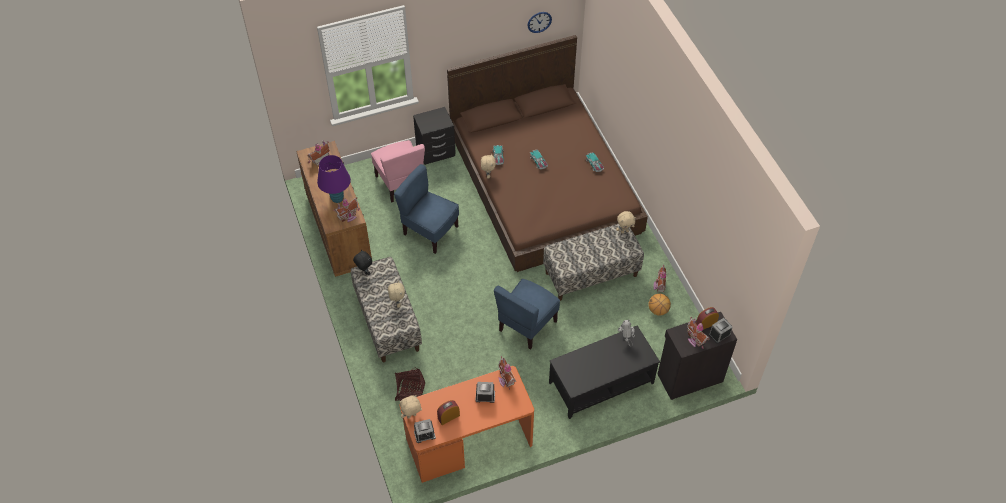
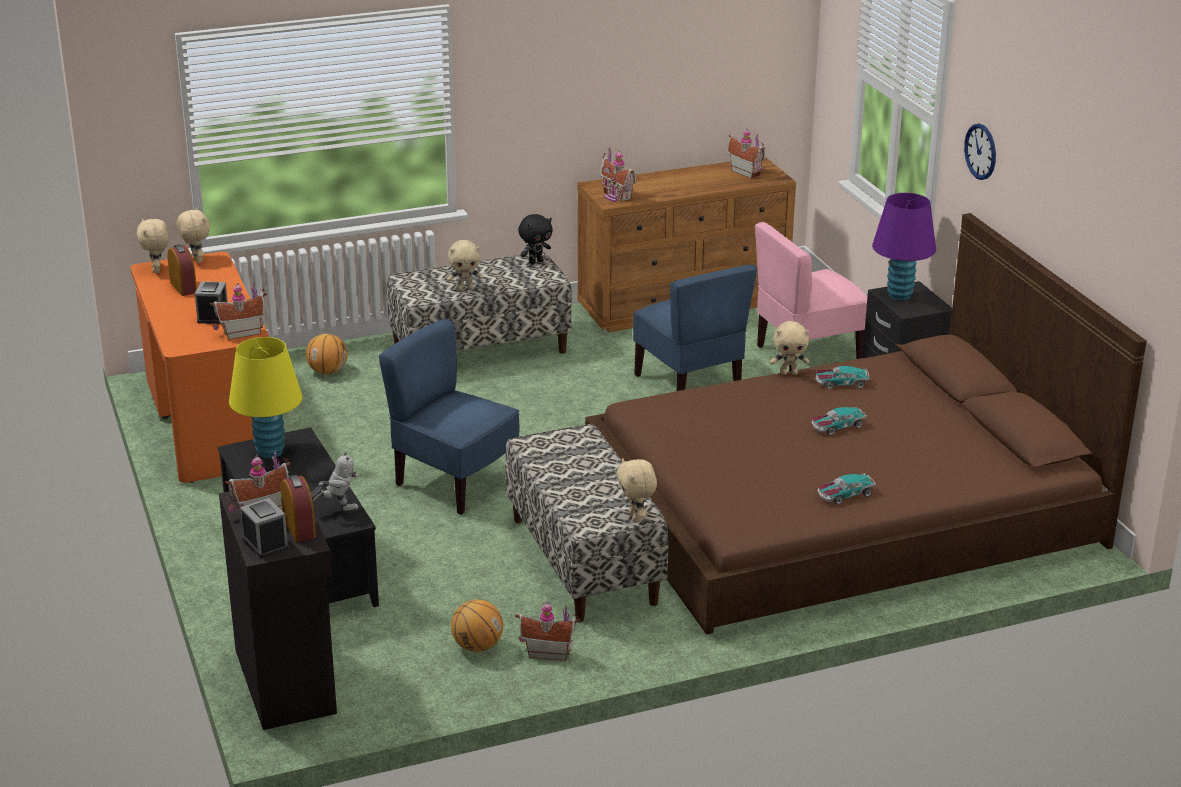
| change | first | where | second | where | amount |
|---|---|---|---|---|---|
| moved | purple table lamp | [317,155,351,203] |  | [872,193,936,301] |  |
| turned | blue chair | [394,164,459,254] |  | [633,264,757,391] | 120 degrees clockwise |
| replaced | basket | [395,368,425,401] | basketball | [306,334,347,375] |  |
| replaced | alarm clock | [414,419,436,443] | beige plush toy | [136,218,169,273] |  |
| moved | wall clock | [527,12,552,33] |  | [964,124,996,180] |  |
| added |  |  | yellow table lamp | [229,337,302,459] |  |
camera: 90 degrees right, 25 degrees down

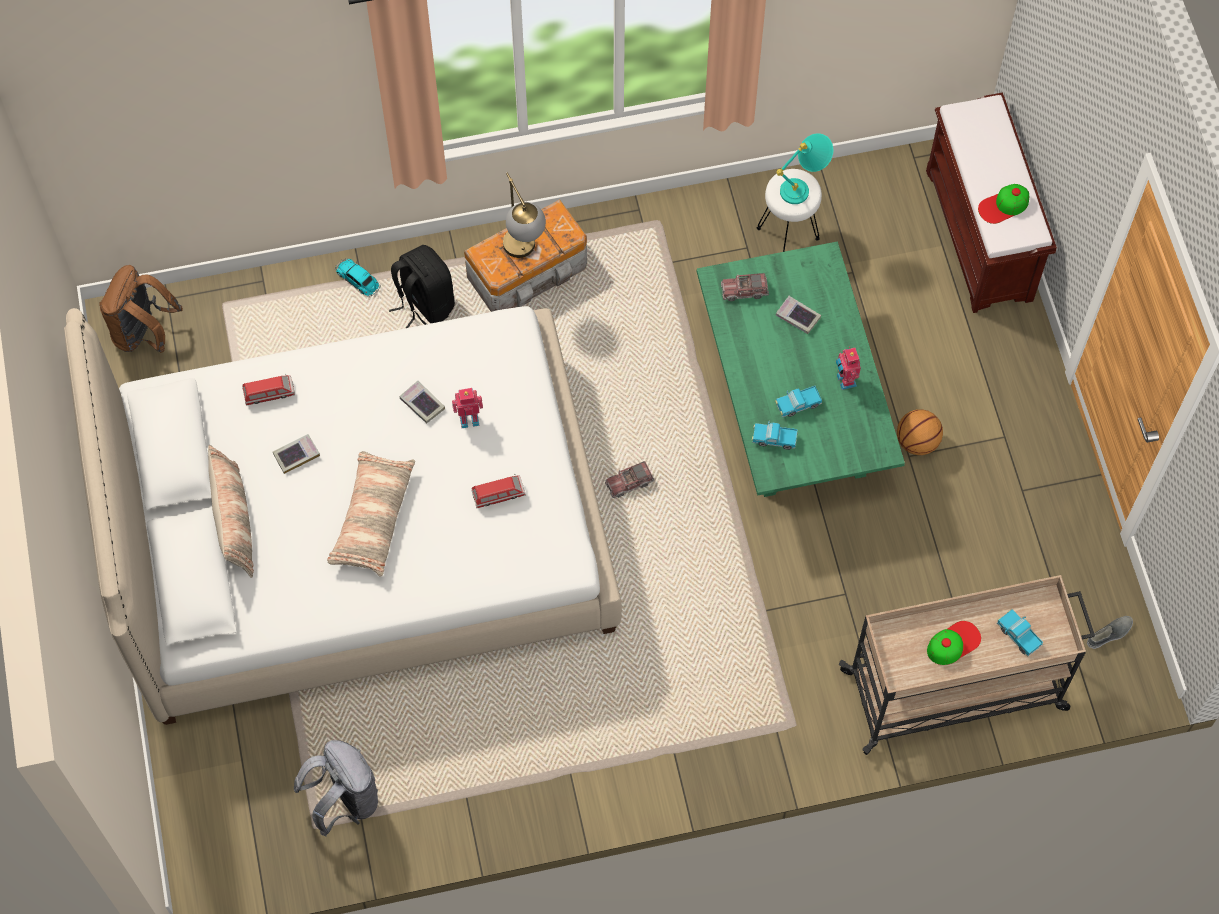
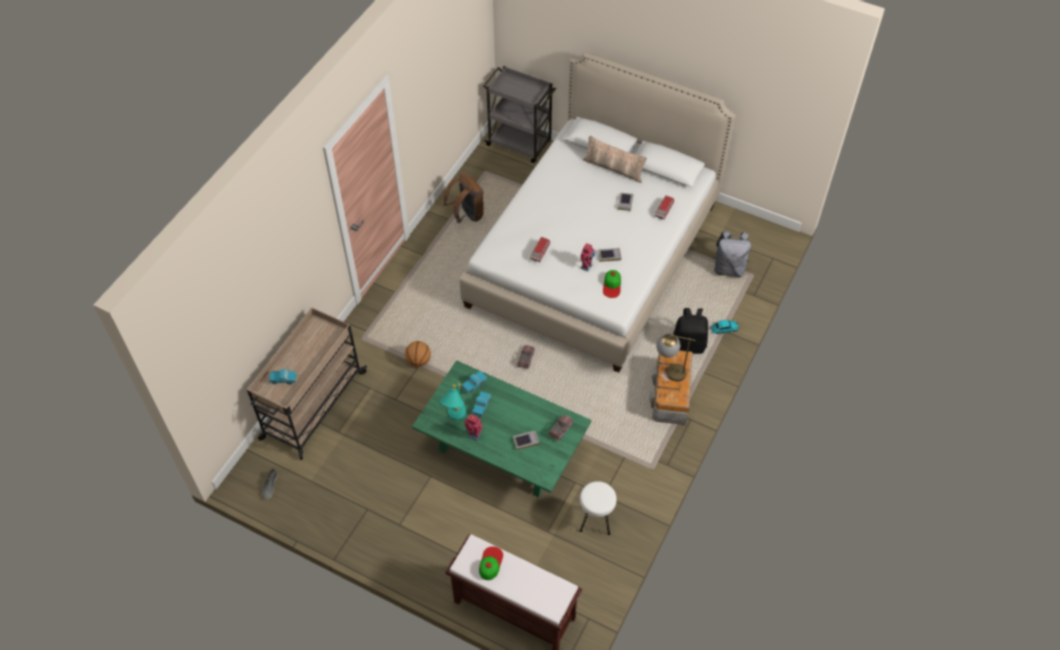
| change | first | where | second | where | amount |
|---|---|---|---|---|---|
| moved | brown backpack | [99,265,183,353] |  | [444,174,484,223] |  |
| moved | grey backpack | [294,740,378,836] |  | [713,231,751,277] |  |
| removed | pillow | [327,451,415,577] |  |  |  |
| moved | turquoise table lamp | [776,133,833,204] |  | [440,383,466,420] |  |
| moved | basketball | [897,409,943,455] |  | [405,341,431,367] |  |
| moved | cap | [927,621,981,665] |  | [603,270,621,298] |  |
| added |  |  | grey cart | [483,66,556,163] |  |
camera: 130 degrees right, 10 degrees down

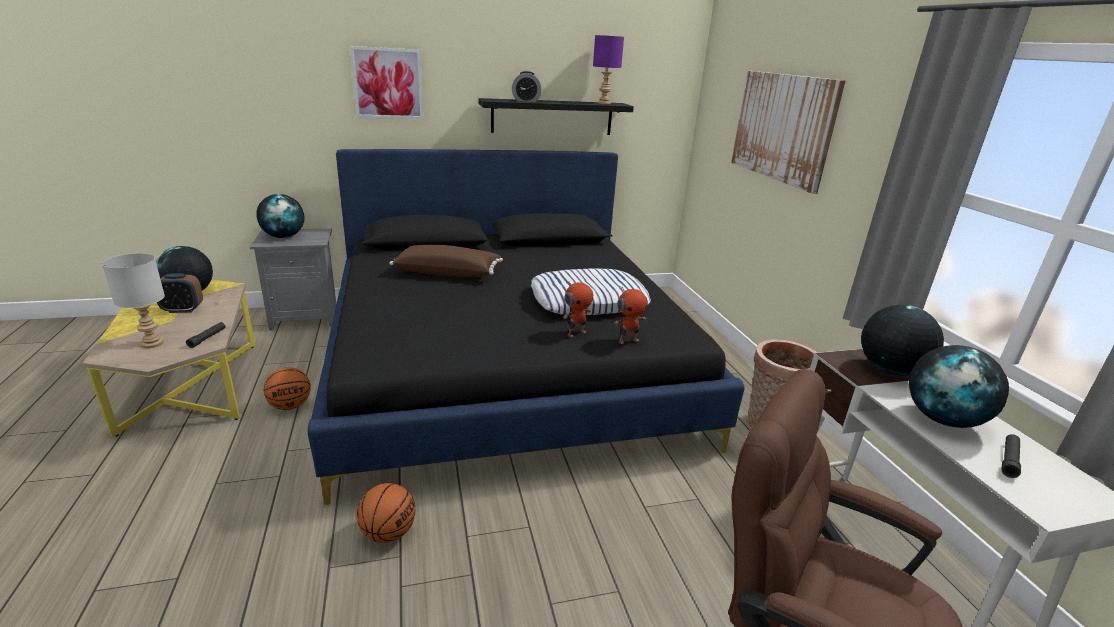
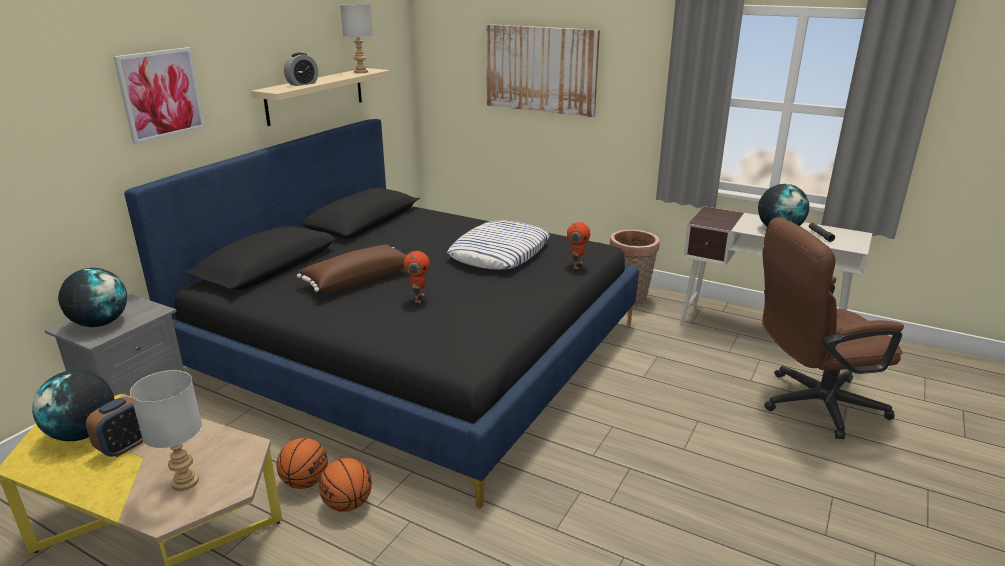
| change | first | where | second | where | amount |
|---|---|---|---|---|---|
| removed | black flashlight | [186,322,225,348] |  |  |  |
| moved | basketball | [357,483,416,543] |  | [319,458,372,512] |  |
| recoloured | black shelf | [479,98,634,135] | beige shelf | [252,68,390,126] |  |
| moved | toy robot | [563,281,593,337] |  | [404,251,430,303] |  |
| recoloured | purple table lamp | [593,35,624,104] | grey table lamp | [340,4,373,73] |  |
| removed | globe | [861,305,944,376] |  |  |  |
camera: 45 degrees left, 0 degrees up

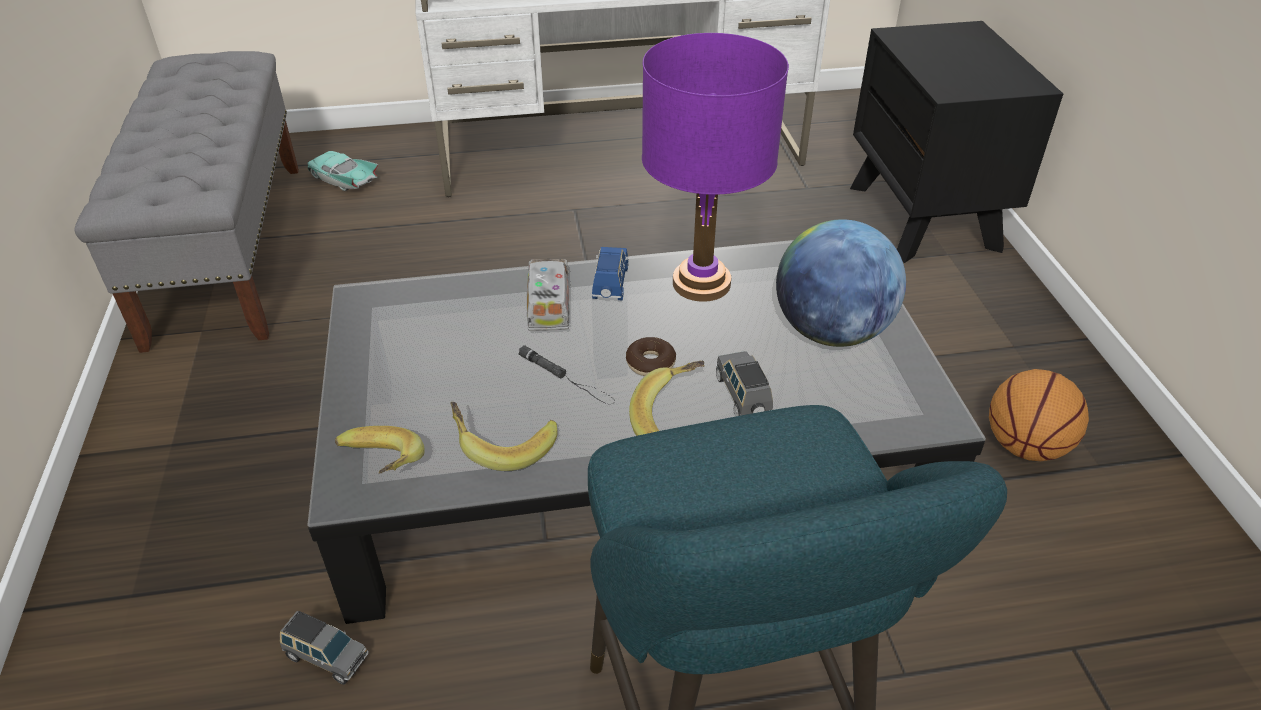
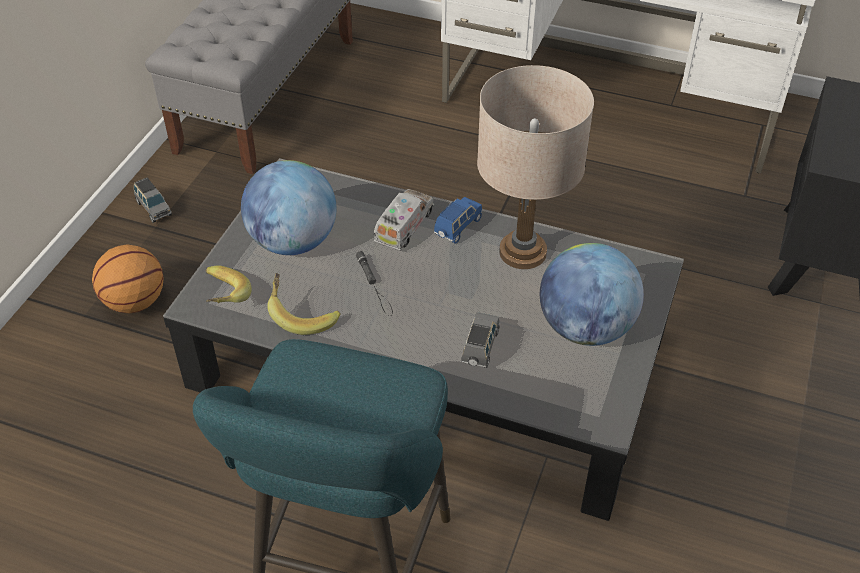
| change | first | where | second | where | amount |
|---|---|---|---|---|---|
| moved | grey toy car | [280,611,369,684] |  | [134,177,172,223] |  |
| removed | turquoise toy car | [307,151,378,191] |  |  |  |
| removed | donut | [626,337,676,376] |  |  |  |
| removed | banana | [629,361,705,436] |  |  |  |
| recoloured | purple table lamp | [642,33,789,302] | beige table lamp | [477,65,594,269] |  |
| moved | basketball | [989,369,1089,461] |  | [92,244,164,313] |  |
| added |  |  | globe | [241,160,337,255] |  |
camera: 30 degrees right, 5 degrees up

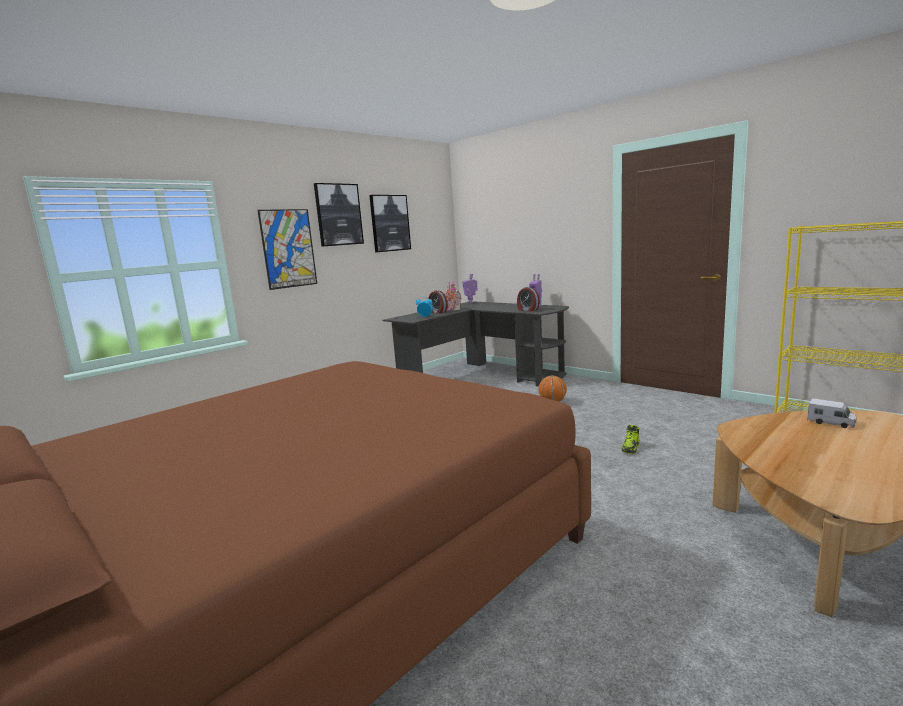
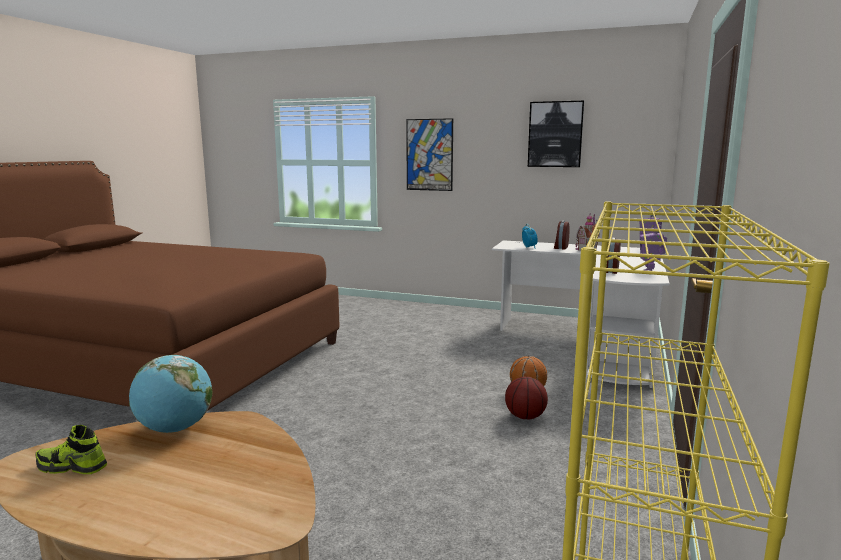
| change | first | where | second | where | amount |
|---|---|---|---|---|---|
| removed | picture | [314,183,364,247] |  |  |  |
| recoloured | black desk | [383,301,569,387] | white desk | [492,240,670,388] |  |
| moved | shoe | [622,424,639,454] |  | [35,425,107,474] |  |
| removed | toy truck | [807,398,857,428] |  |  |  |
| added |  |  | globe | [129,355,212,433] |  |
| added |  |  | basketball | [505,377,548,419] |  |
camera: 65 degrees right, 0 degrees up

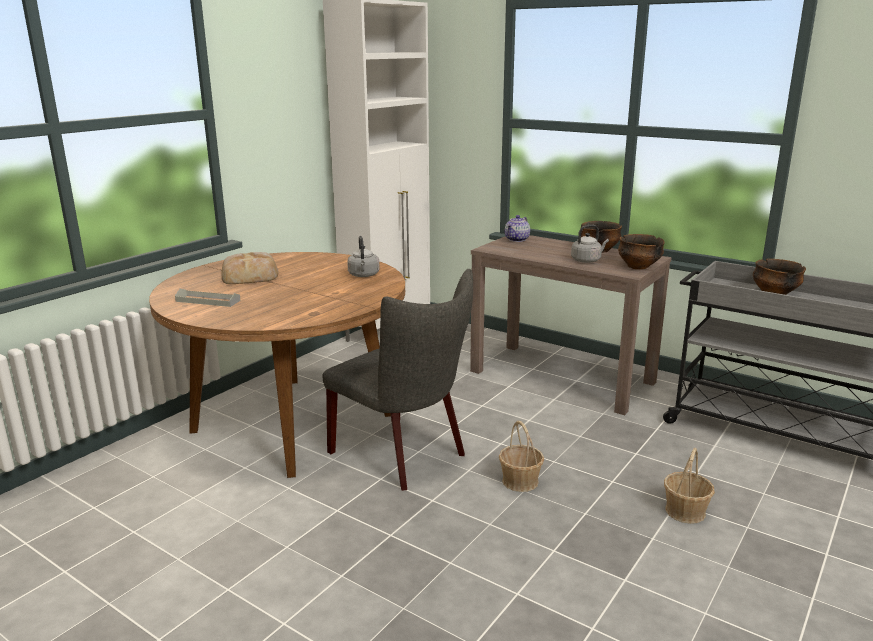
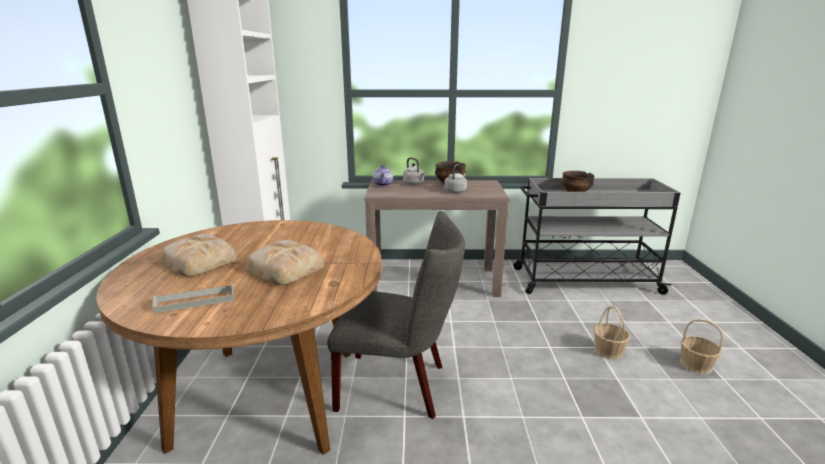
| change | first | where | second | where | amount |
|---|---|---|---|---|---|
| moved | grey kettle | [347,236,380,277] |  | [403,157,425,185] |  |
| moved | basket | [499,421,544,492] |  | [680,319,723,374] |  |
| removed | bowl | [618,234,665,269] |  |  |  |
| added |  |  | bread | [246,240,324,285] |  |
camera: 35 degrees left, 0 degrees up

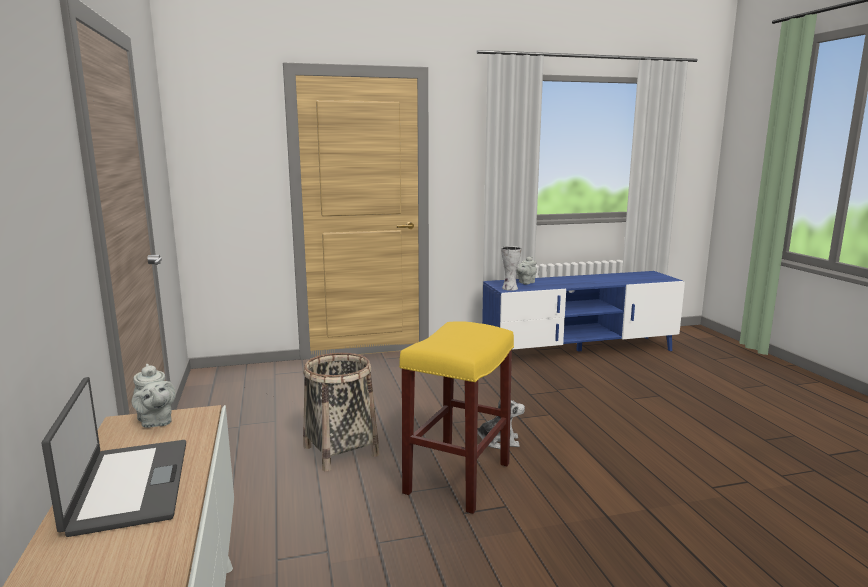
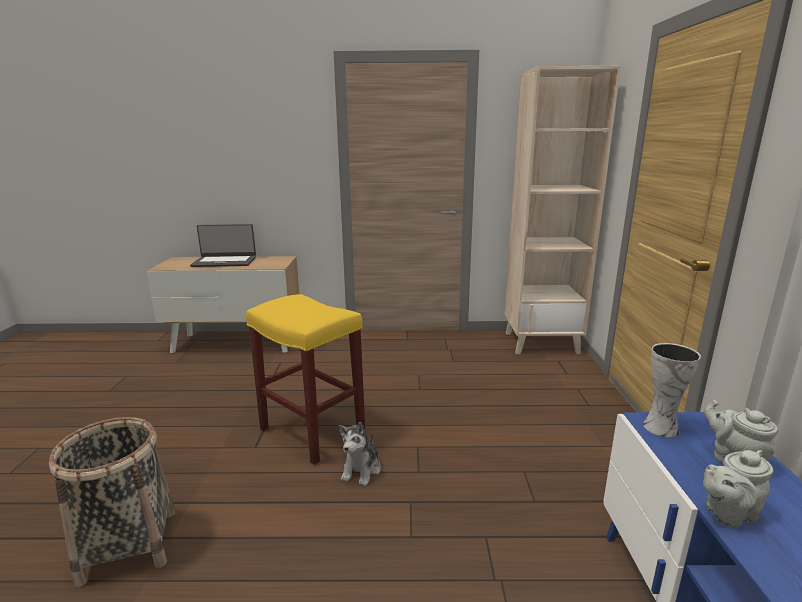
| change | first | where | second | where | amount |
|---|---|---|---|---|---|
| moved | grey teapot | [131,364,176,428] |  | [703,450,773,528] |  |
| moved | basket | [303,353,380,471] |  | [49,417,176,587] |  |
| added |  |  | beige bookcase | [505,66,621,354] |  |
camera: 105 degrees right, 5 degrees up

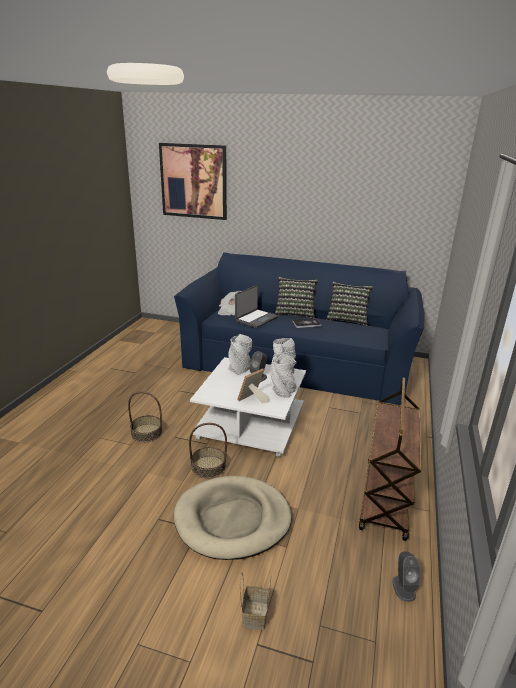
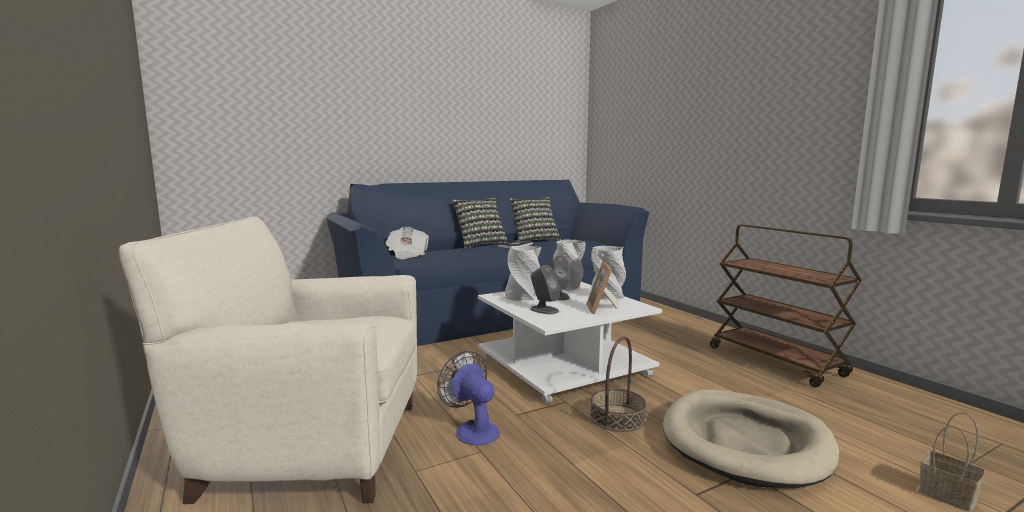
| change | first | where | second | where | amount |
|---|---|---|---|---|---|
| replaced | basket | [128,391,163,442] | fan | [437,351,500,446] |  |
| removed | picture | [159,143,227,220] |  |  |  |
| removed | laptop | [235,285,278,328] |  |  |  |
| moved | grey speaker | [392,551,420,602] |  | [530,265,560,314] |  |
| added |  |  | beige armchair | [119,216,417,504] |  |
camera: 45 degrees left, 15 degrees down

